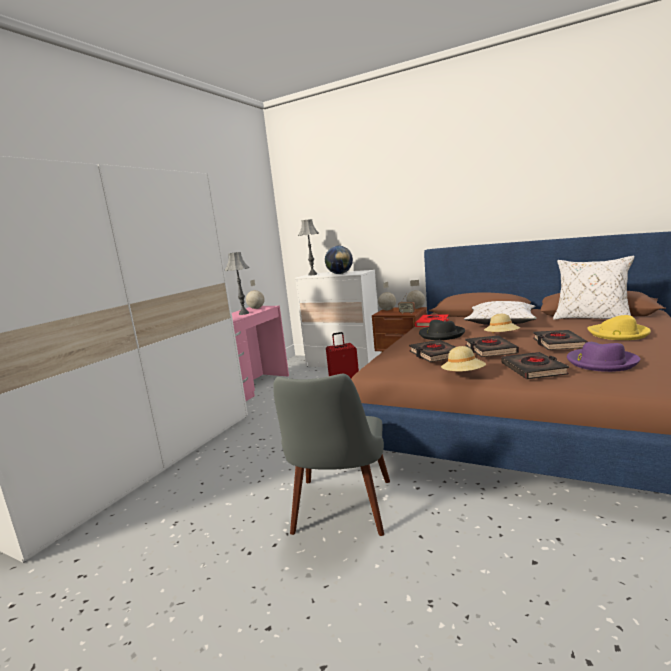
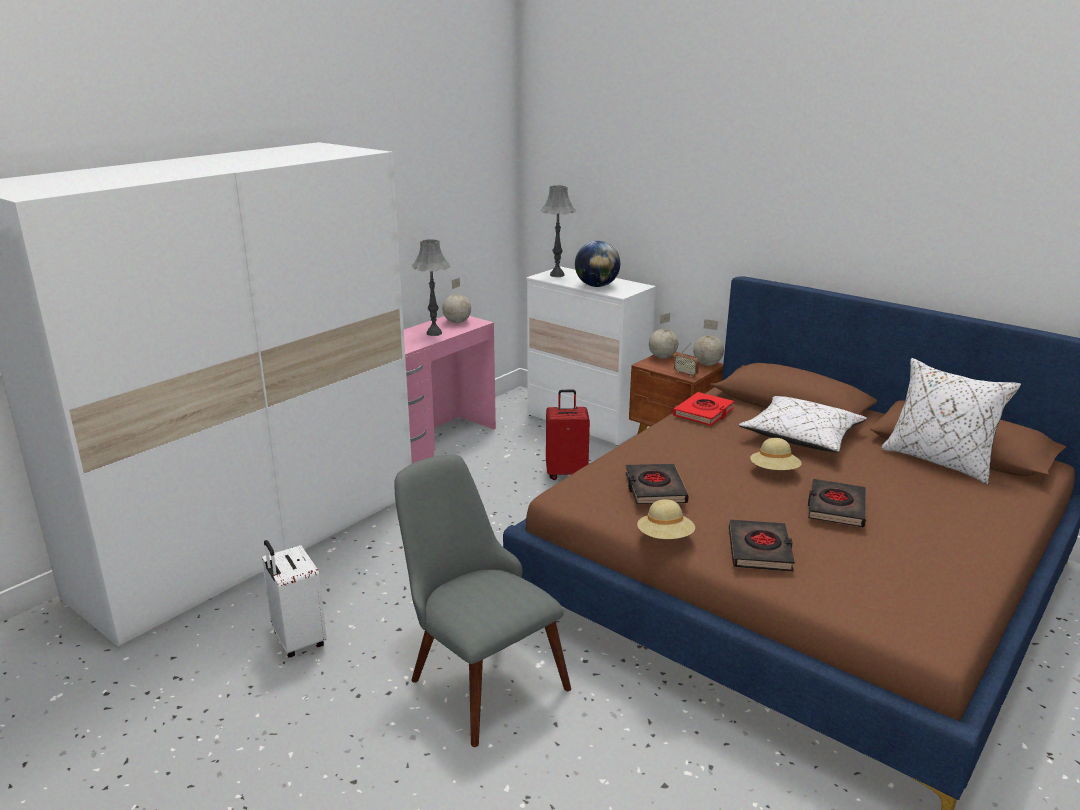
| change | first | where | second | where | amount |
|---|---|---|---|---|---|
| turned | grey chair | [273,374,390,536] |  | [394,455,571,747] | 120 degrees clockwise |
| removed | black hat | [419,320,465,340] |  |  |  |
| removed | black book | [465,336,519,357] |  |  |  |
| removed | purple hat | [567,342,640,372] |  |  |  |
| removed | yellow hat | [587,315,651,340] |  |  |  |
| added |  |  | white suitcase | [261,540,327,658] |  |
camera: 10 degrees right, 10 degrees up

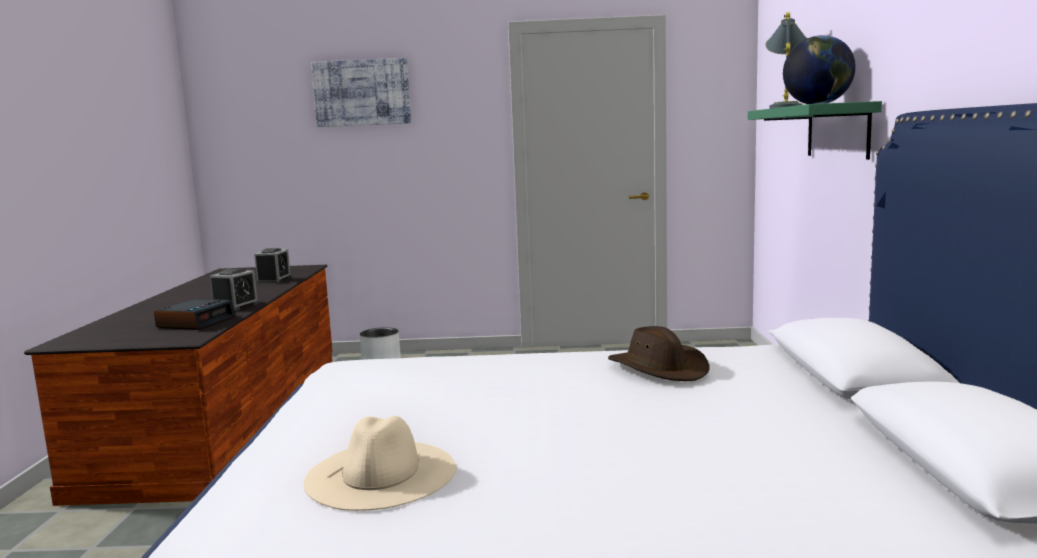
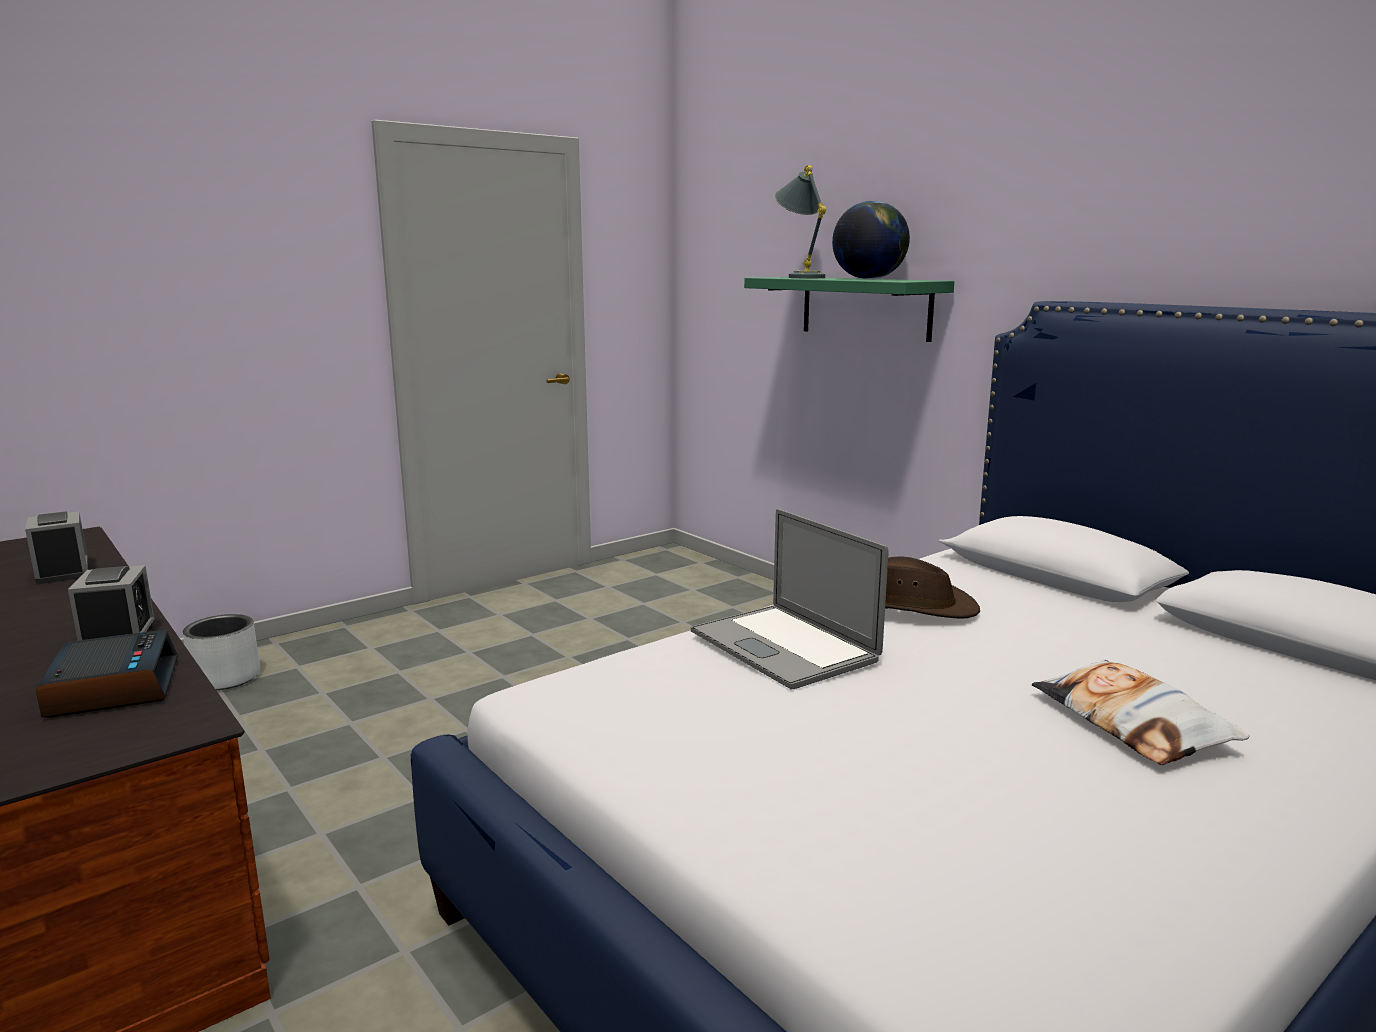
| change | first | where | second | where | amount |
|---|---|---|---|---|---|
| removed | beige hat | [304,416,456,511] |  |  |  |
| removed | picture | [311,58,411,127] |  |  |  |
| added |  |  | laptop | [691,509,888,689] |  |
| added |  |  | pillow | [1032,660,1250,765] |  |
camera: 40 degrees left, 5 degrees up

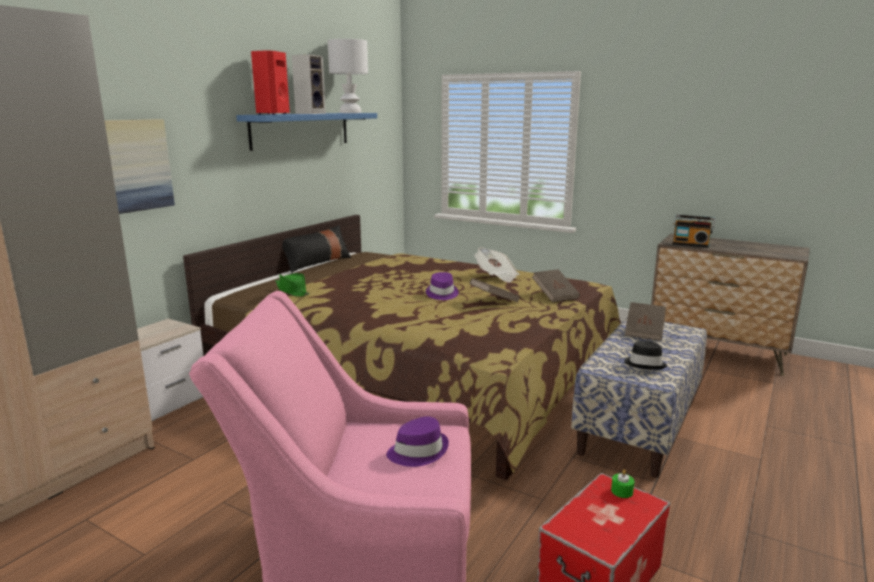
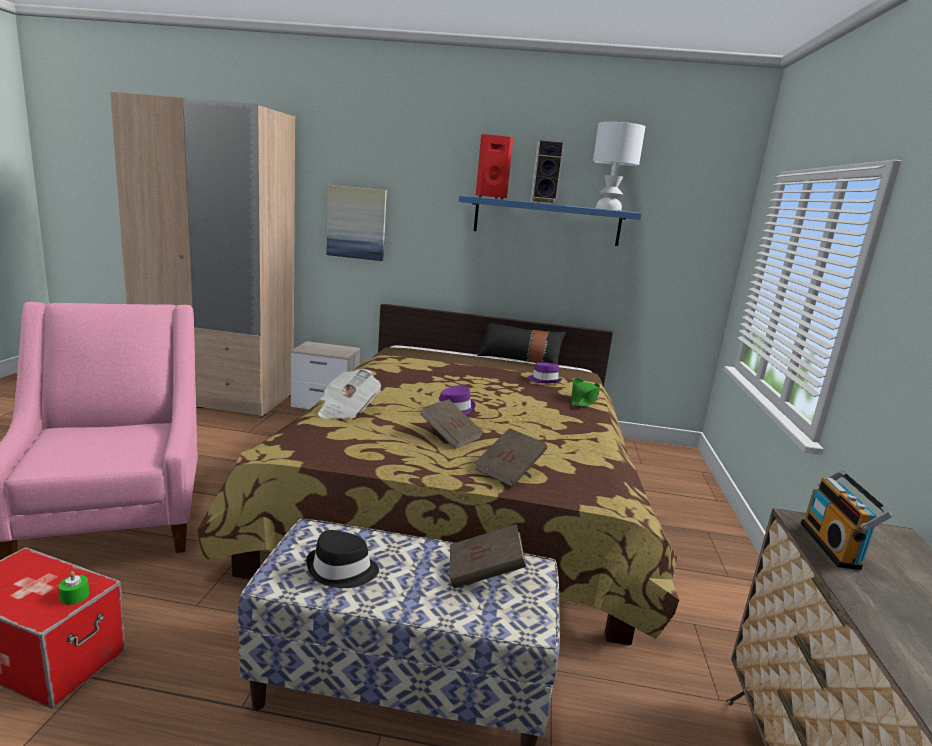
| change | first | where | second | where | amount |
|---|---|---|---|---|---|
| moved | green hat | [275,273,310,296] |  | [571,377,600,407] |  |
| moved | purple hat | [386,416,449,467] |  | [527,362,563,383] |  |
| moved | newspaper | [474,248,519,283] |  | [318,369,381,419] |  |
camera: 65 degrees right, 0 degrees up

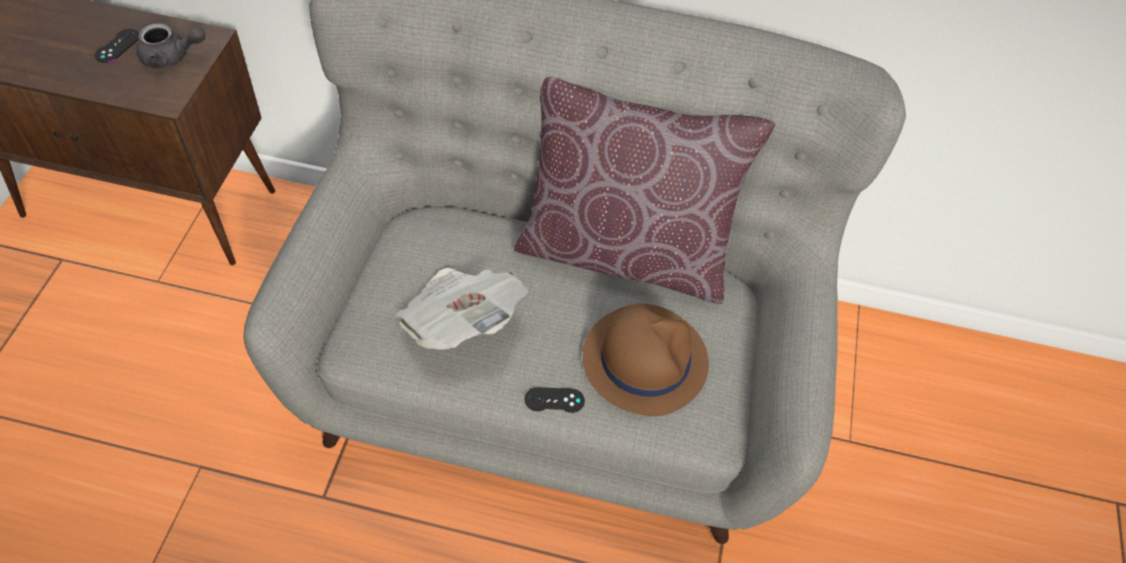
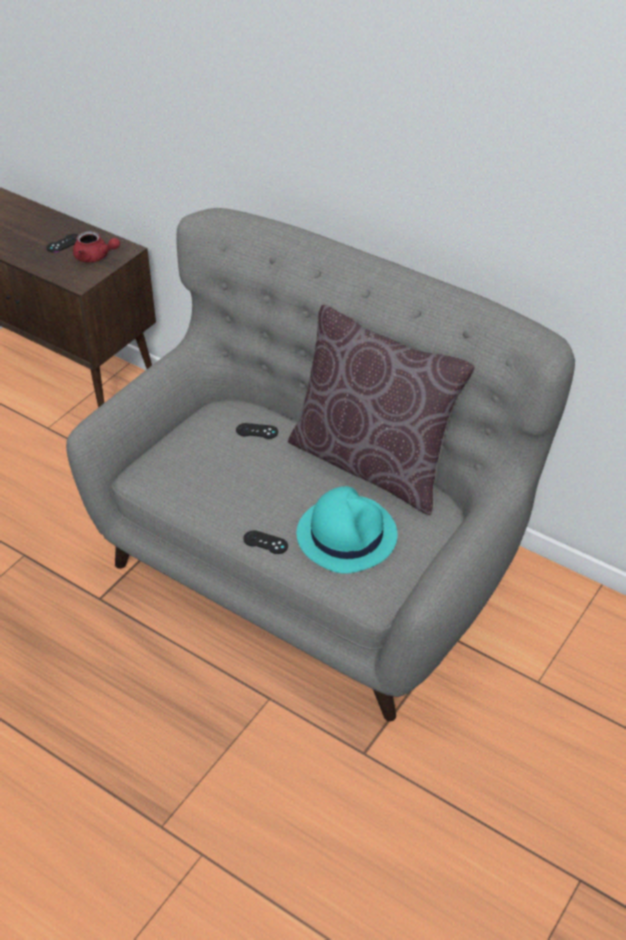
| change | first | where | second | where | amount |
|---|---|---|---|---|---|
| recoloured | grey teapot | [137,23,205,69] | red teapot | [73,231,120,262] |  |
| removed | newspaper | [395,268,528,350] |  |  |  |
| recoloured | brown hat | [583,303,709,416] | turquoise hat | [297,486,398,574] |  |
| added |  |  | black game controller | [236,423,278,439] |  |
camera: 25 degrees right, 10 degrees down

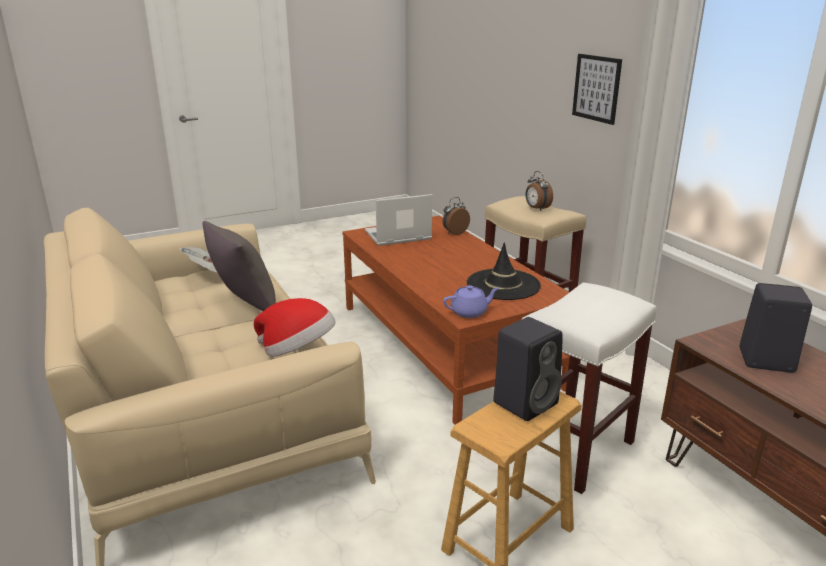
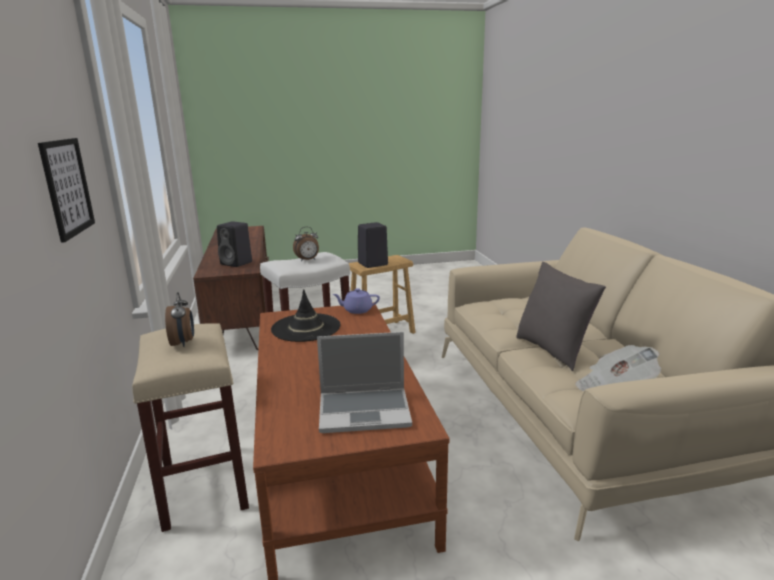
| change | first | where | second | where | amount |
|---|---|---|---|---|---|
| removed | hat | [254,298,336,357] |  |  |  |
| moved | alarm clock | [442,197,470,235] |  | [293,227,319,262] |  |
camera: 165 degrees left, 5 degrees down

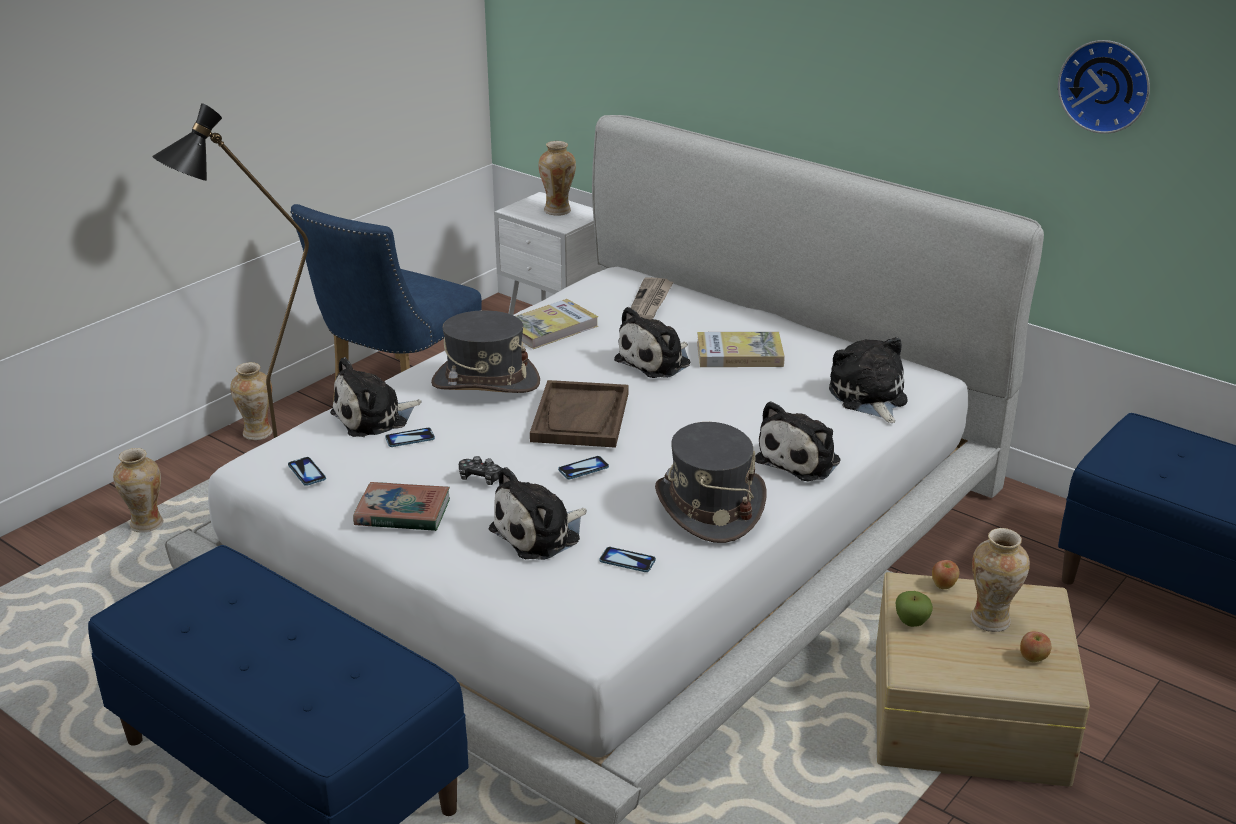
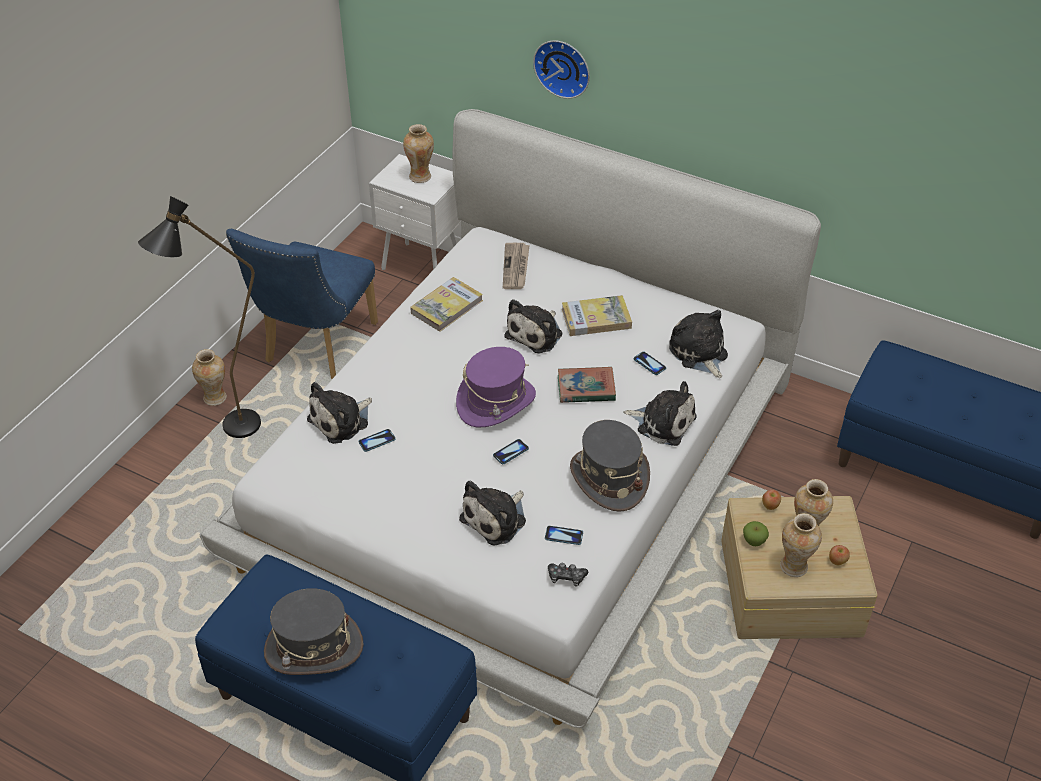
| change | first | where | second | where | amount |
|---|---|---|---|---|---|
| moved | vase | [113,448,163,533] |  | [780,513,822,577] |  |
| moved | phone | [288,457,326,486] |  | [634,352,666,375] |  |
| moved | book | [353,482,450,531] |  | [558,367,616,403] |  |
| moved | grey hat | [431,310,540,393] |  | [264,588,364,675] |  |
| moved | game controller | [459,456,503,485] |  | [548,563,588,586] |  |
| replaced | brown tray | [530,380,628,448] | purple hat | [456,347,536,428] |  |
| turned | plush toy | [755,401,841,482] |  | [623,381,697,446] | 90 degrees counterclockwise |
| moved | wall clock | [1058,40,1150,134] |  | [533,40,590,99] |  |
camera: 10 degrees left, 15 degrees up

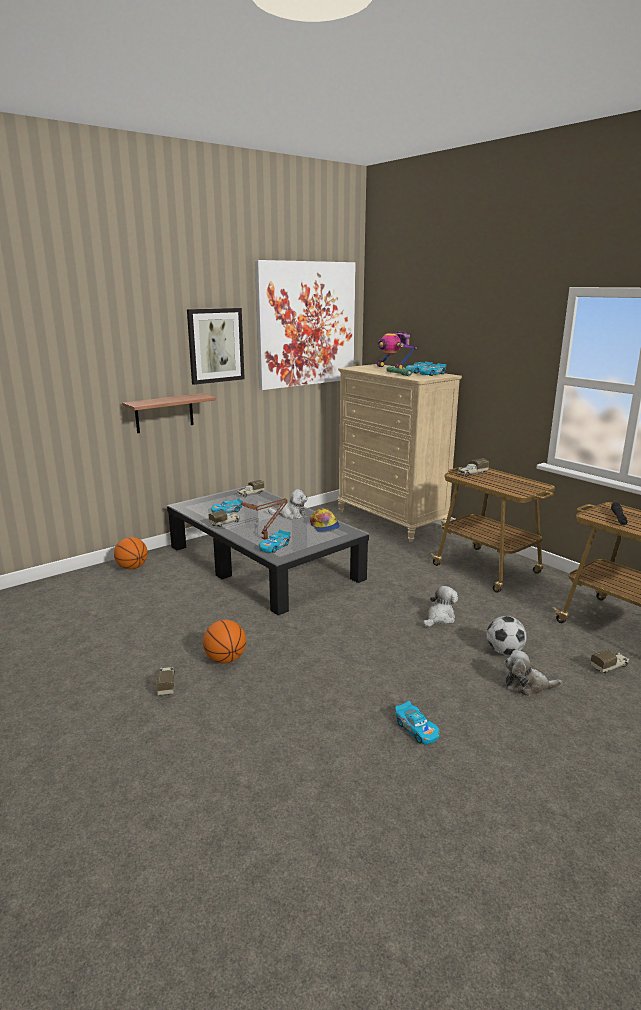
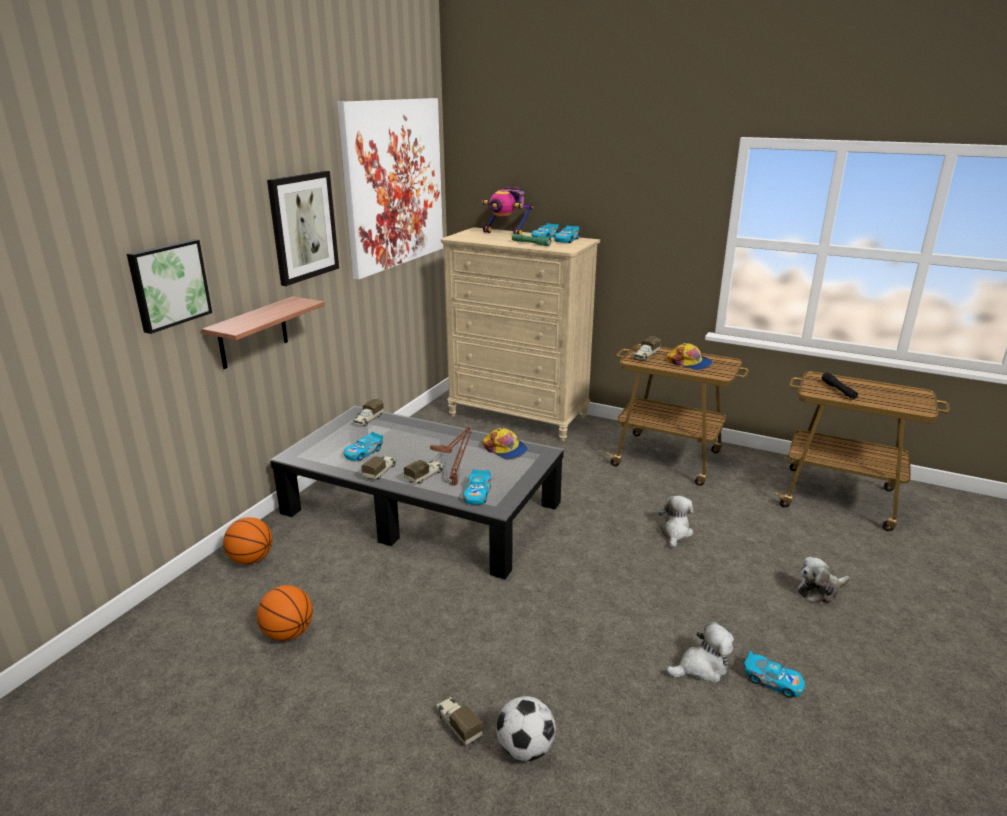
| change | first | where | second | where | amount |
|---|---|---|---|---|---|
| moved | basketball | [203,620,246,664] |  | [257,585,313,641] |  |
| moved | plush toy | [268,489,308,519] |  | [666,622,734,683] |  |
| moved | football | [487,616,527,655] |  | [496,696,556,761] |  |
| moved | toy truck | [590,650,629,674] |  | [404,460,444,484] |  |
| added |  |  | picture | [127,239,212,334] |  |
| added |  |  | cap | [667,343,713,370] |  |
camera: 25 degrees left, 5 degrees up

